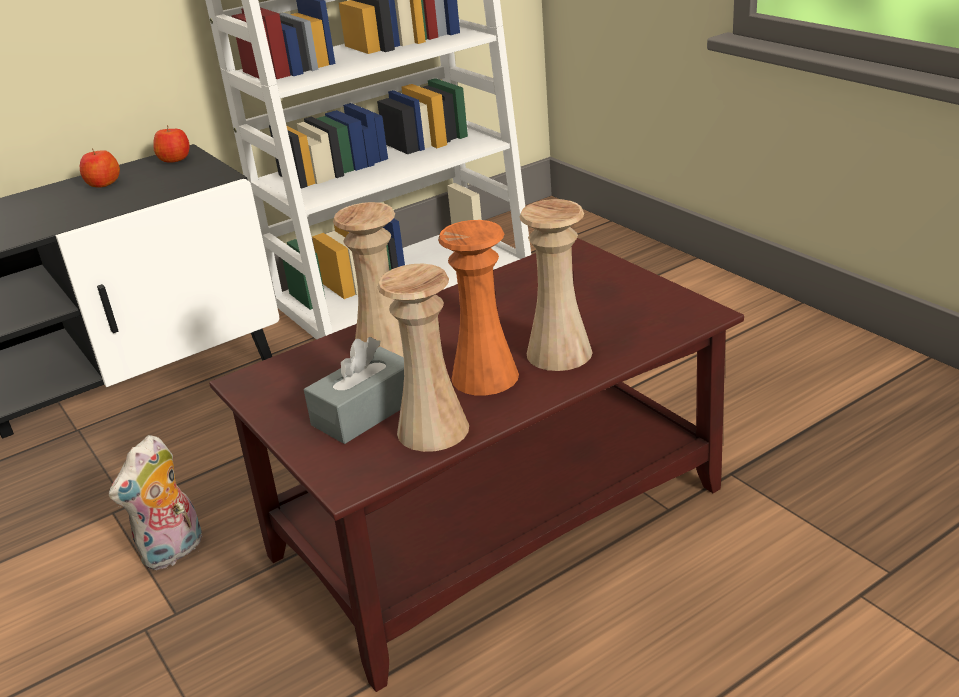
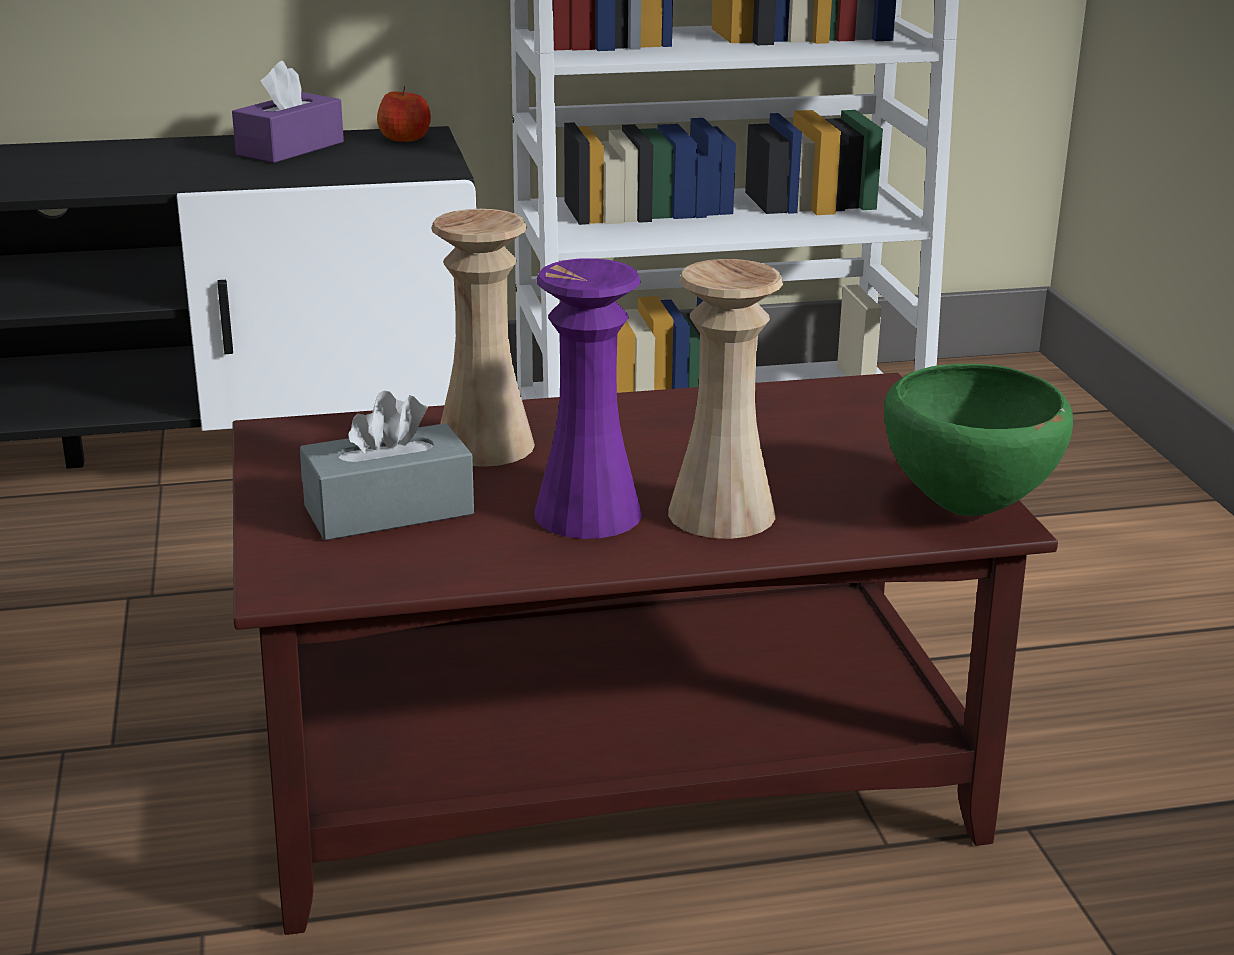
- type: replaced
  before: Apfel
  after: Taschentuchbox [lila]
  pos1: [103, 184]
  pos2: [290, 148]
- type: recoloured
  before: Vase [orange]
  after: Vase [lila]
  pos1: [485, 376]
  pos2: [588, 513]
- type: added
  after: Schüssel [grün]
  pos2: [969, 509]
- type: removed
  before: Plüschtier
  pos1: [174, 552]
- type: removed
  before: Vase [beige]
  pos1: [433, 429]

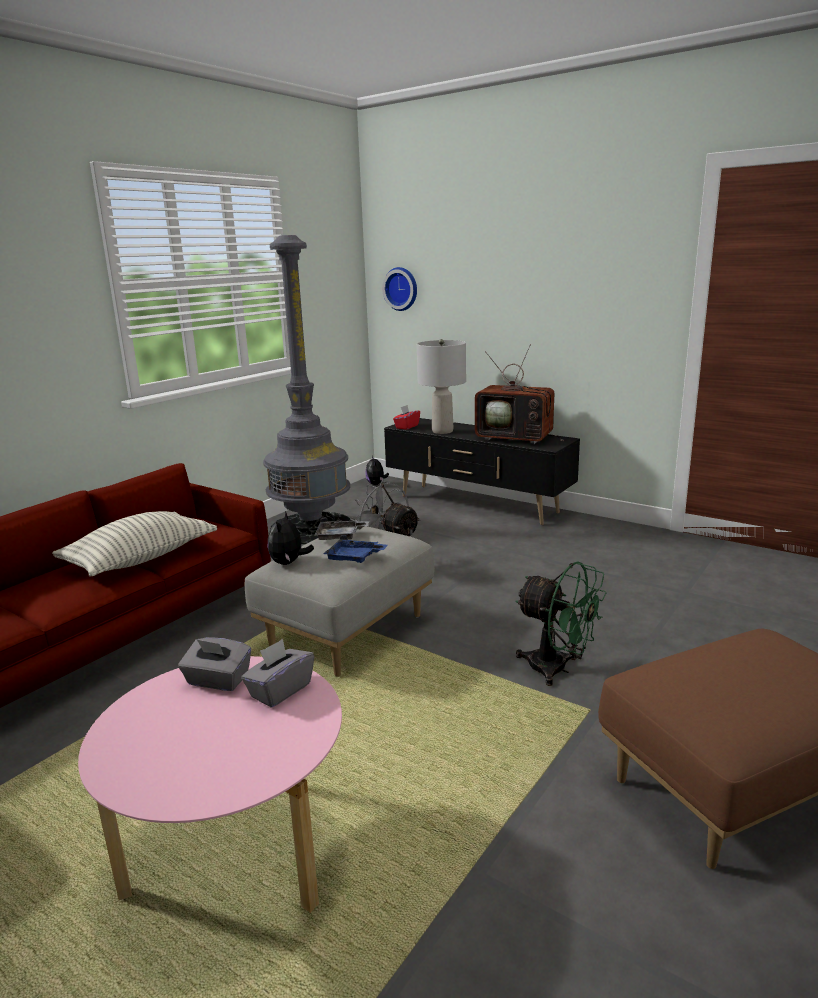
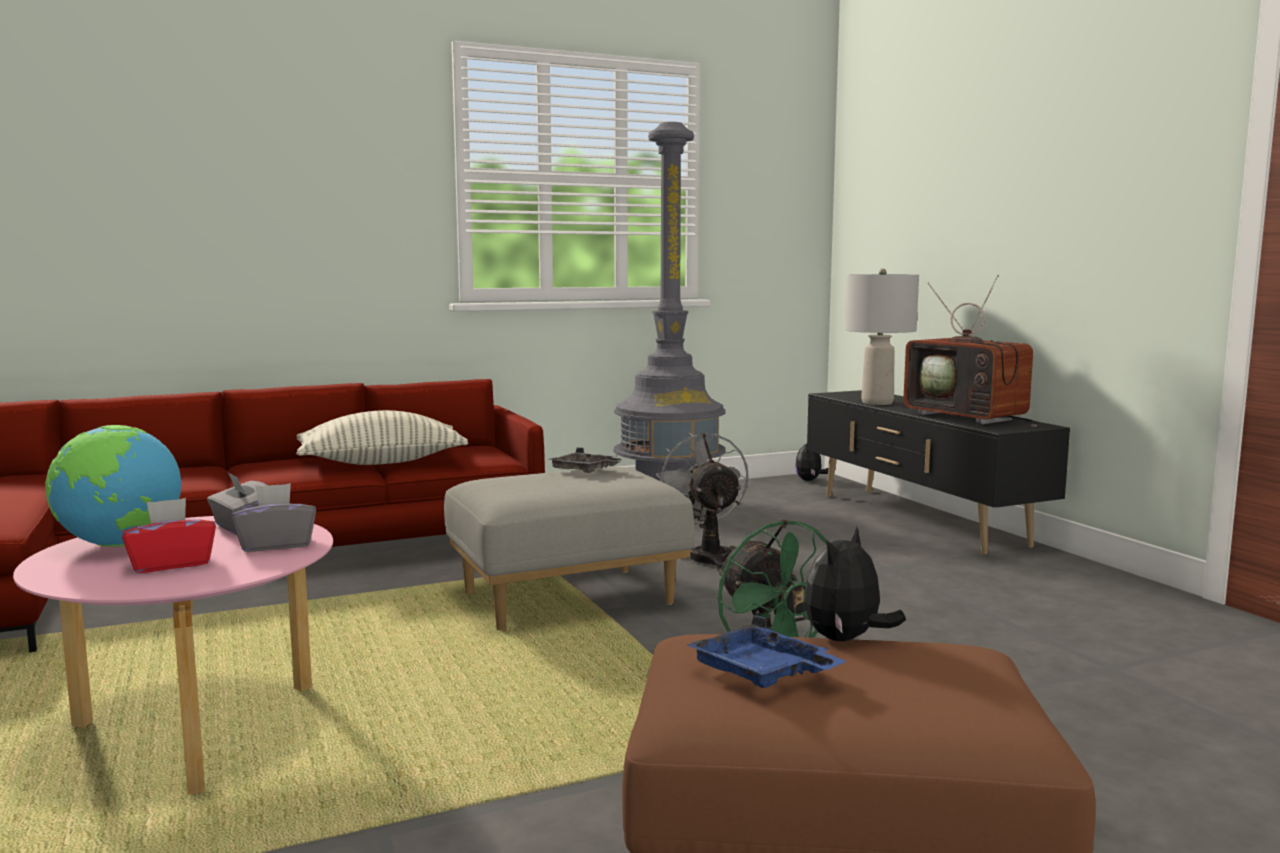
- type: added
  after: Globus
  pos2: [119, 544]
- type: moved
  before: Taschentuchbox [rot]
  pos1: [406, 427]
  pos2: [171, 564]
- type: moved
  before: Tablett [blau]
  pos1: [354, 558]
  pos2: [762, 674]
- type: moved
  before: Plüschtier
  pos1: [289, 563]
  pos2: [846, 640]
- type: removed
  before: Wanduhr
  pos1: [402, 289]

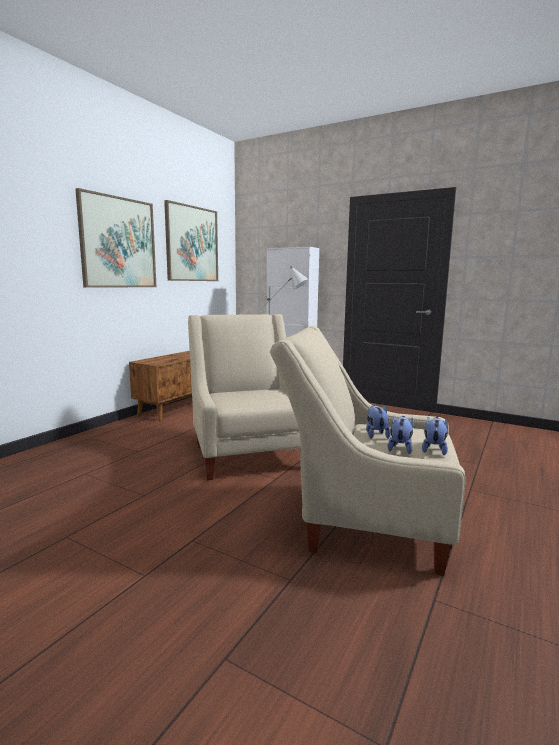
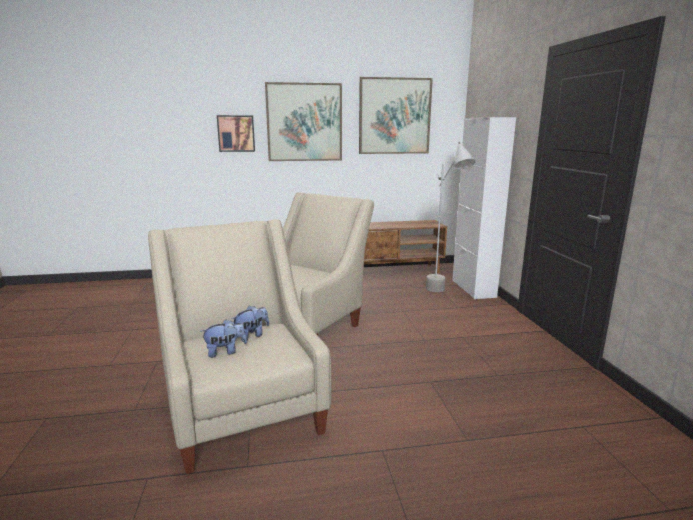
- type: added
  after: Bild
  pos2: [236, 133]
- type: removed
  before: Plüschtier
  pos1: [434, 449]

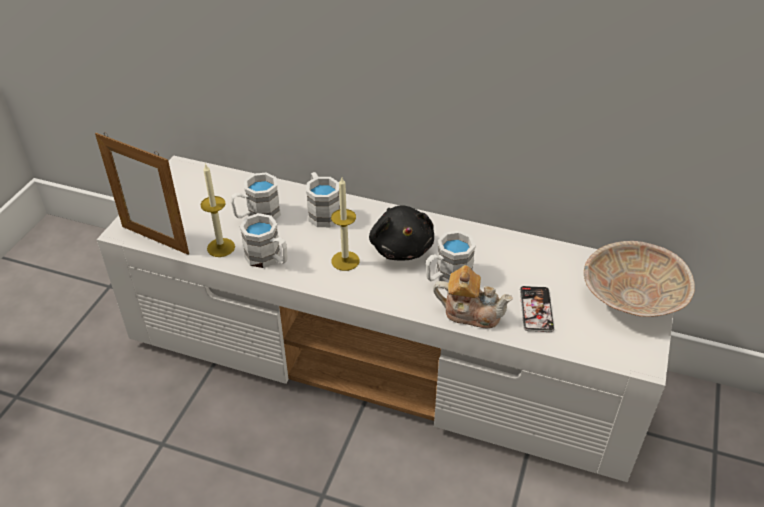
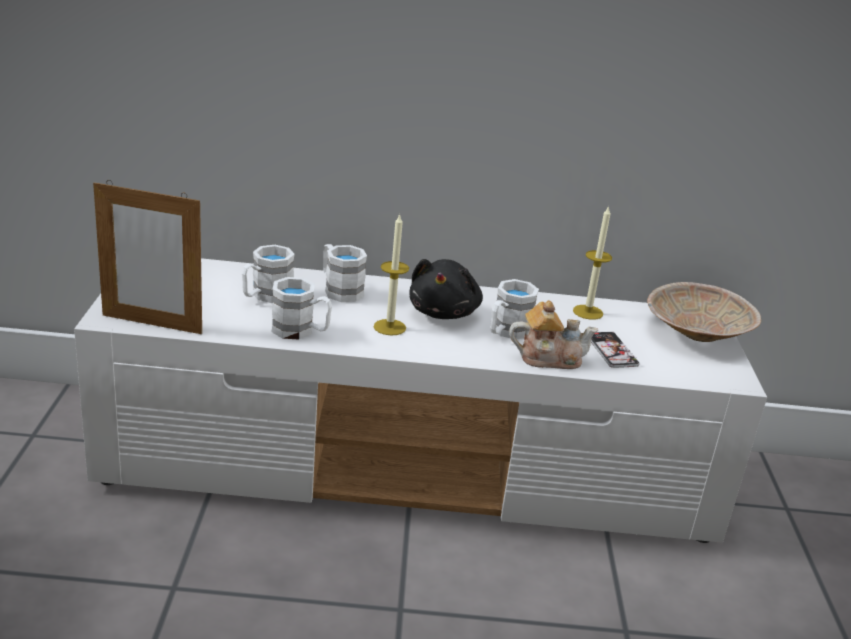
- type: turned
  before: Plüschtier [schwarz]
  pos1: [401, 247]
  pos2: [444, 312]
  turn: 45
- type: moved
  before: Kerze
  pos1: [221, 247]
  pos2: [588, 312]

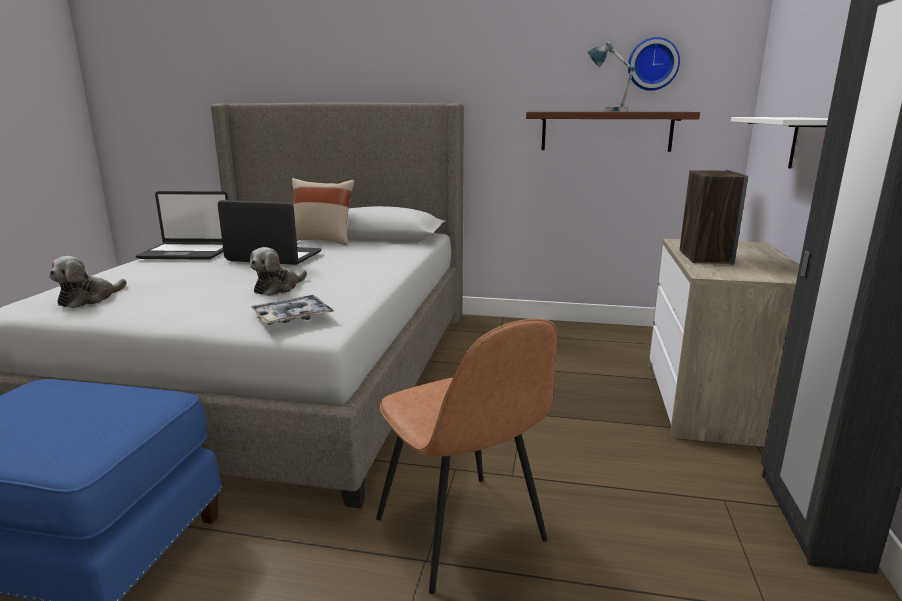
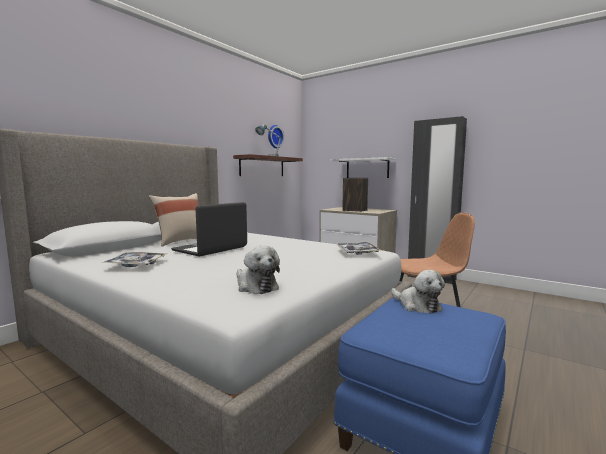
- type: replaced
  before: Laptop
  after: Tablett
  pos1: [187, 252]
  pos2: [136, 264]
- type: moved
  before: Plüschtier
  pos1: [278, 288]
  pos2: [417, 306]

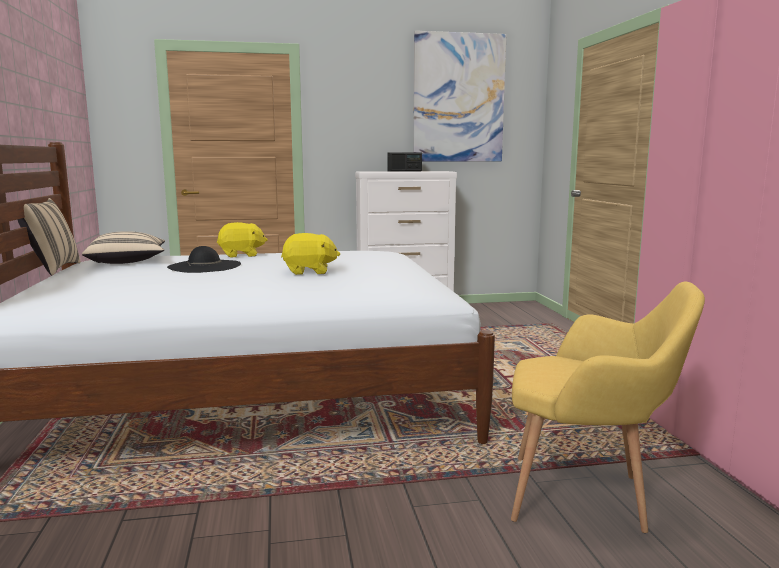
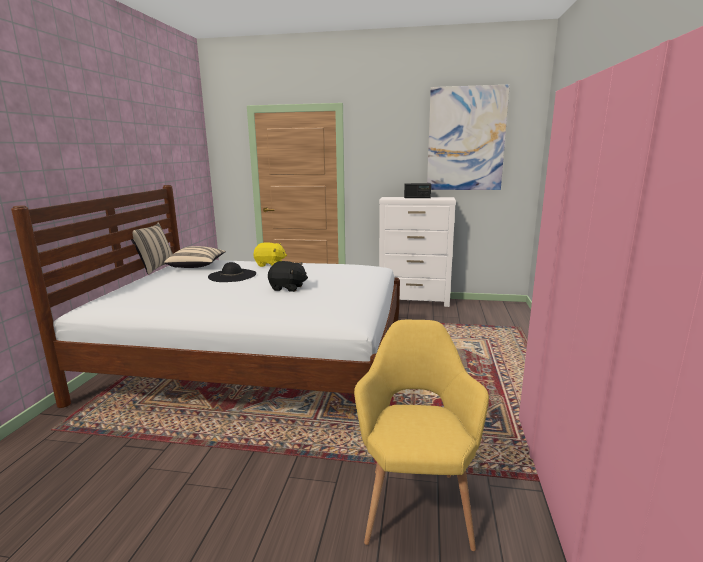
- type: recoloured
  before: Plüschtier [gelb]
  after: Plüschtier [schwarz]
  pos1: [309, 272]
  pos2: [287, 288]
- type: turned
  before: Sessel [gelb]
  pos1: [588, 497]
  pos2: [415, 500]
  turn: -120

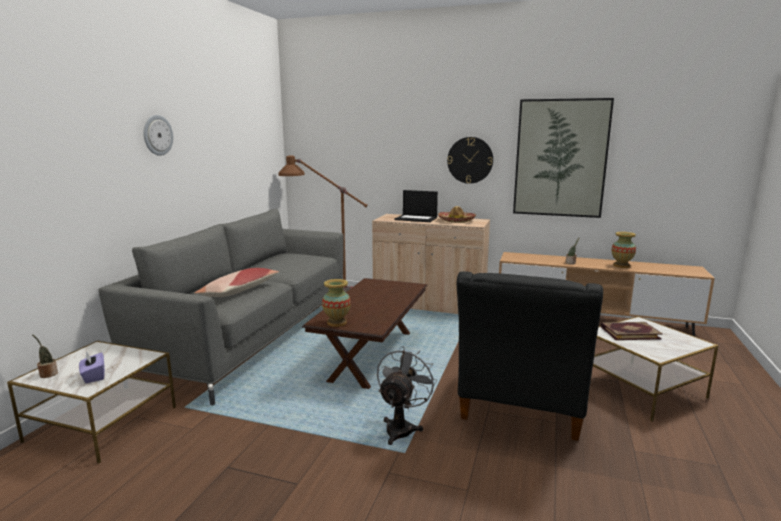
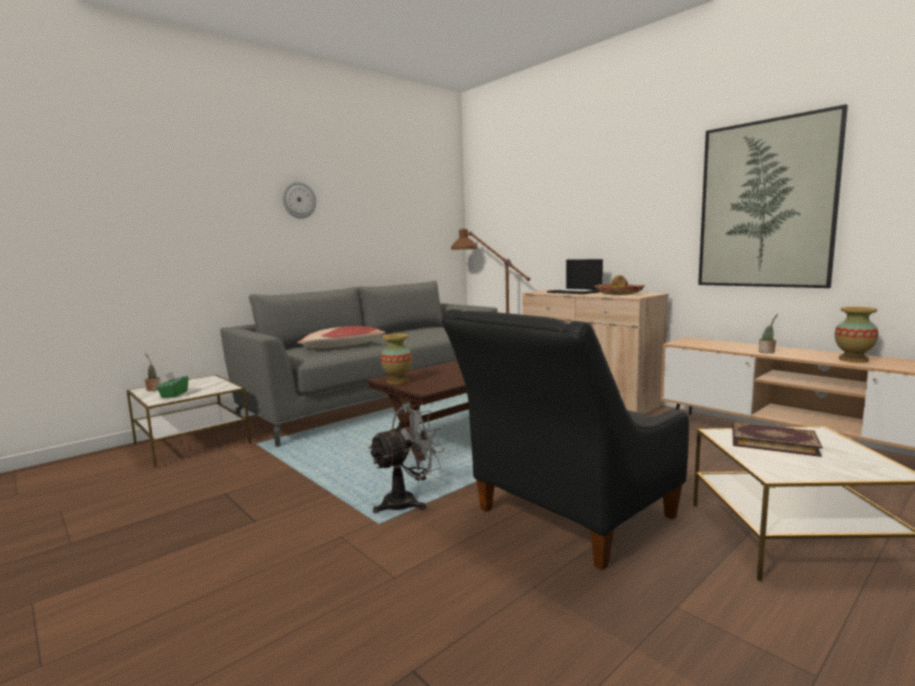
- type: recoloured
  before: Taschentuchbox [lila]
  after: Taschentuchbox [grün]
  pos1: [93, 376]
  pos2: [174, 394]
- type: removed
  before: Wanduhr
  pos1: [470, 160]

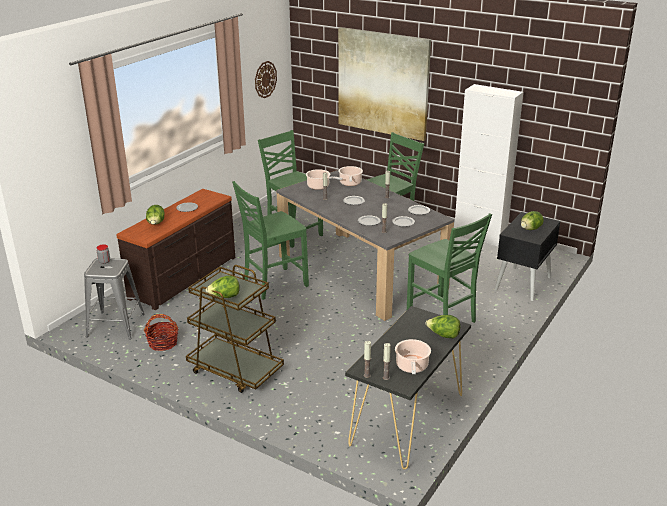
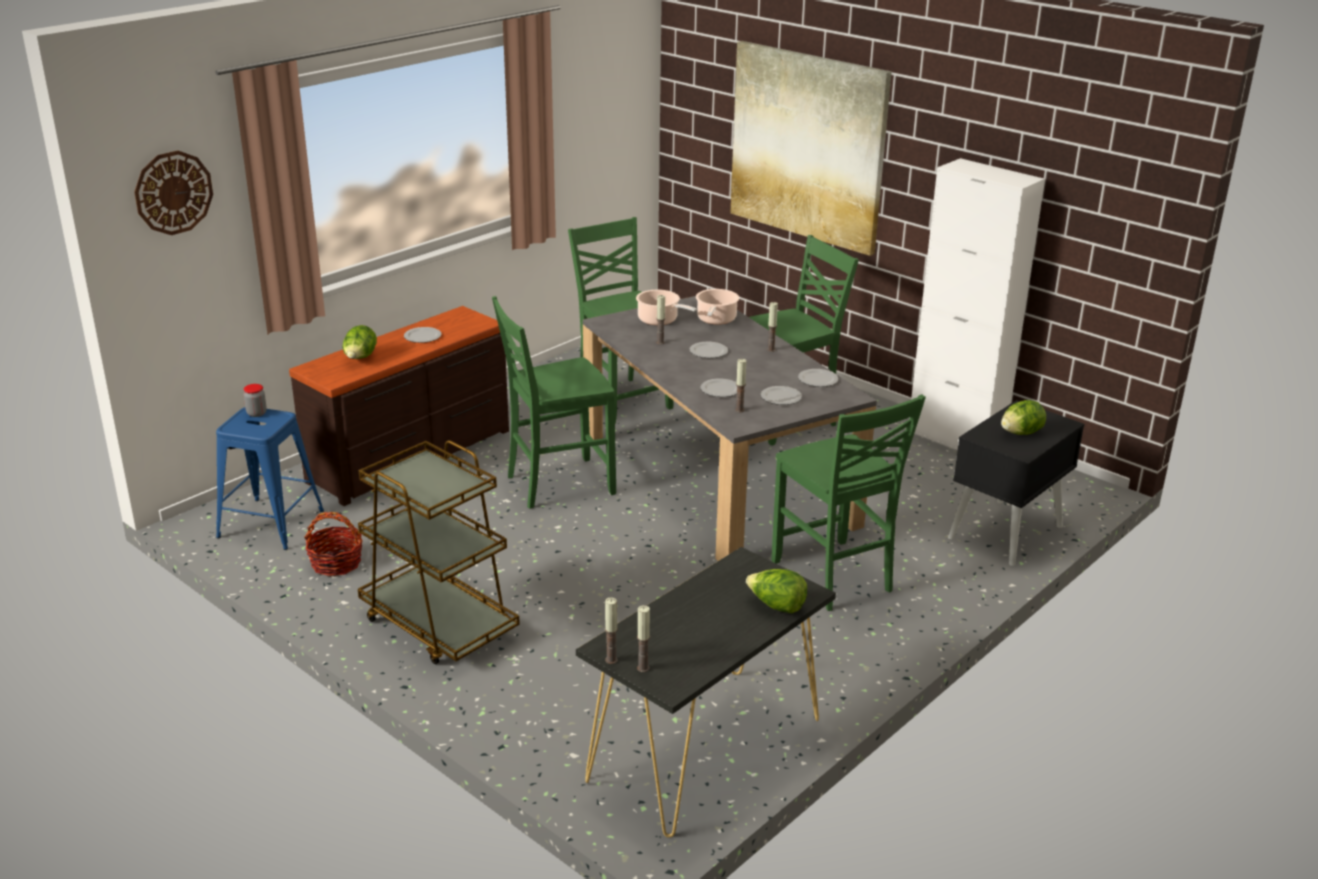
- type: moved
  before: Wanduhr
  pos1: [265, 79]
  pos2: [173, 192]
- type: recoloured
  before: Hocker [grau]
  after: Hocker [blau]
  pos1: [116, 325]
  pos2: [271, 524]
- type: removed
  before: Salatkopf
  pos1: [224, 297]
- type: removed
  before: Kochtopf
  pos1: [412, 367]

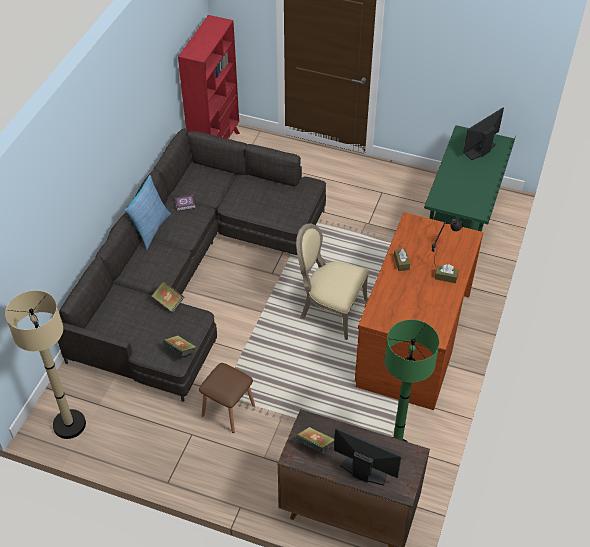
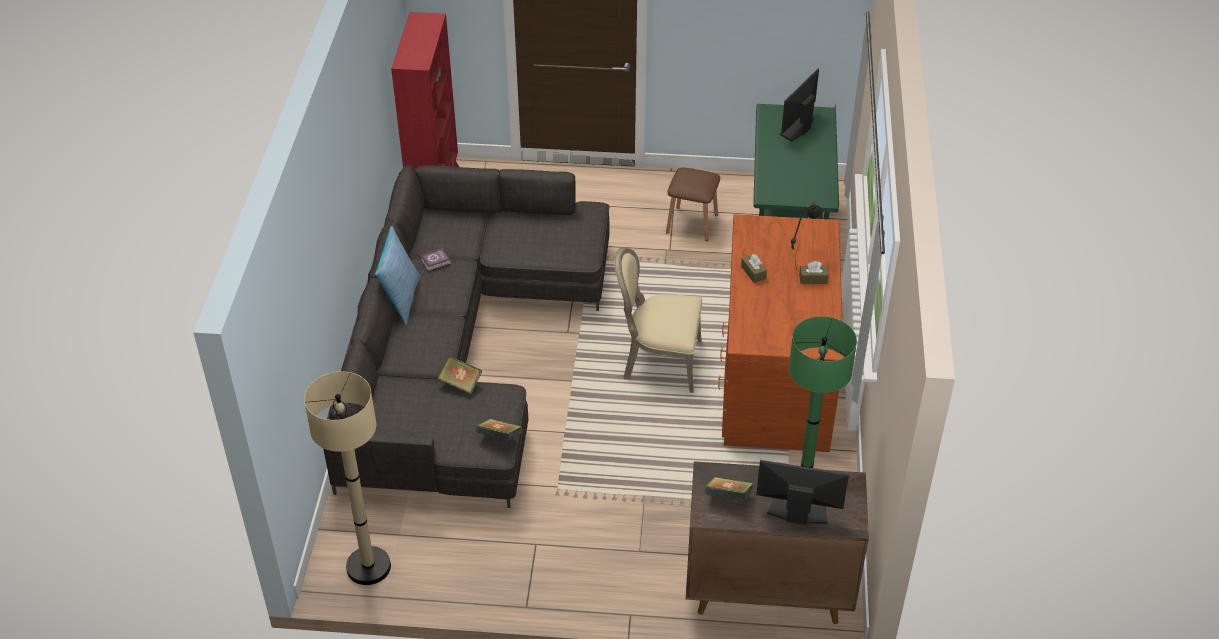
- type: moved
  before: Hocker [braun]
  pos1: [228, 410]
  pos2: [692, 223]

